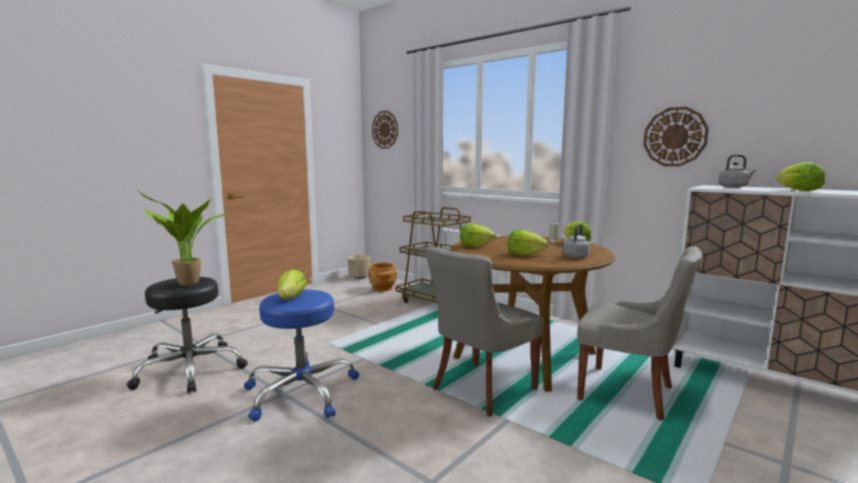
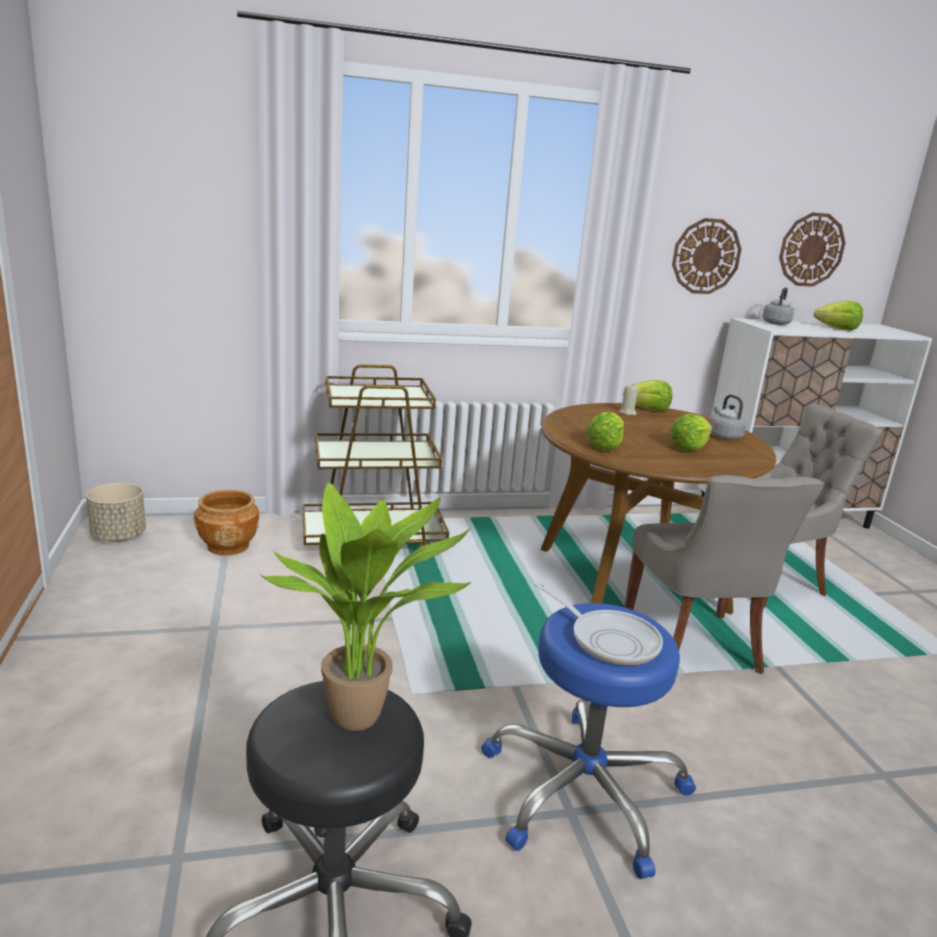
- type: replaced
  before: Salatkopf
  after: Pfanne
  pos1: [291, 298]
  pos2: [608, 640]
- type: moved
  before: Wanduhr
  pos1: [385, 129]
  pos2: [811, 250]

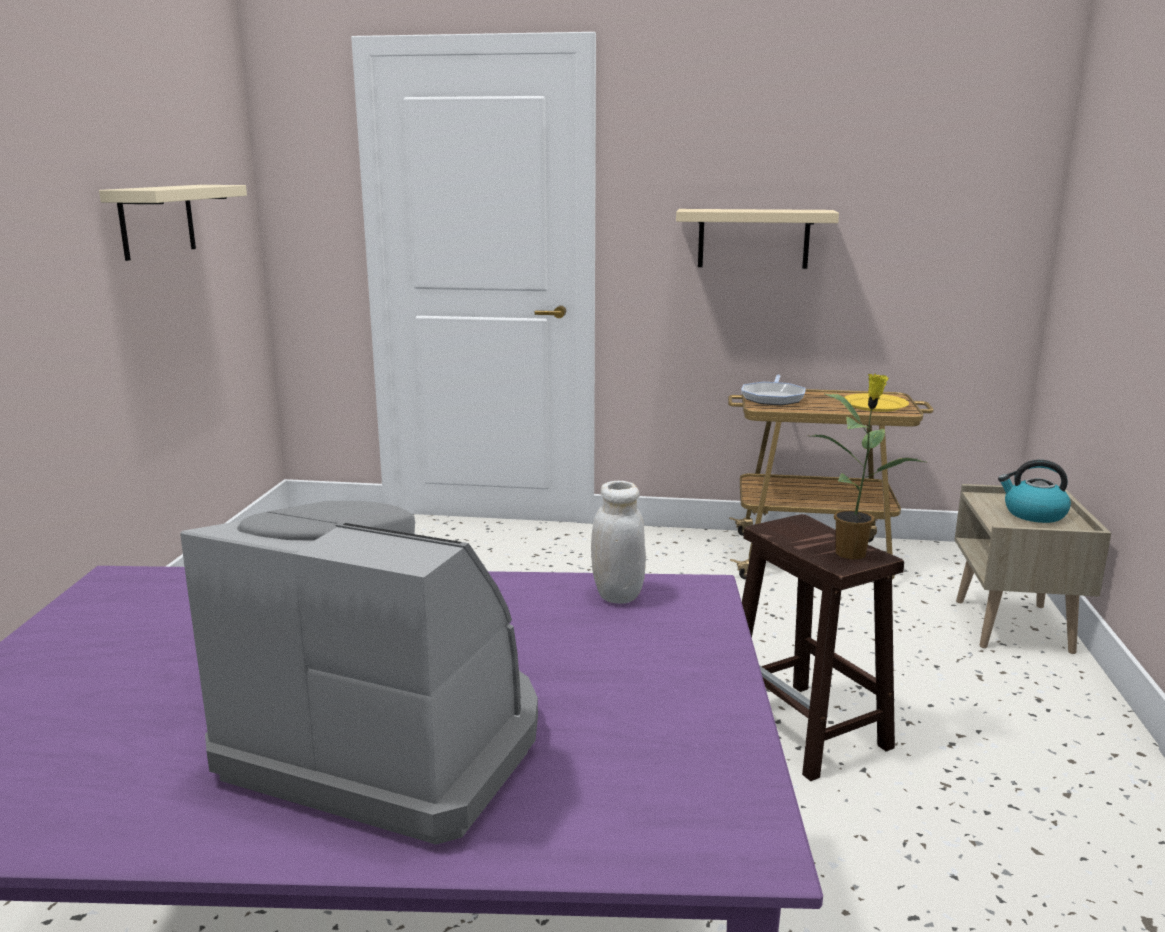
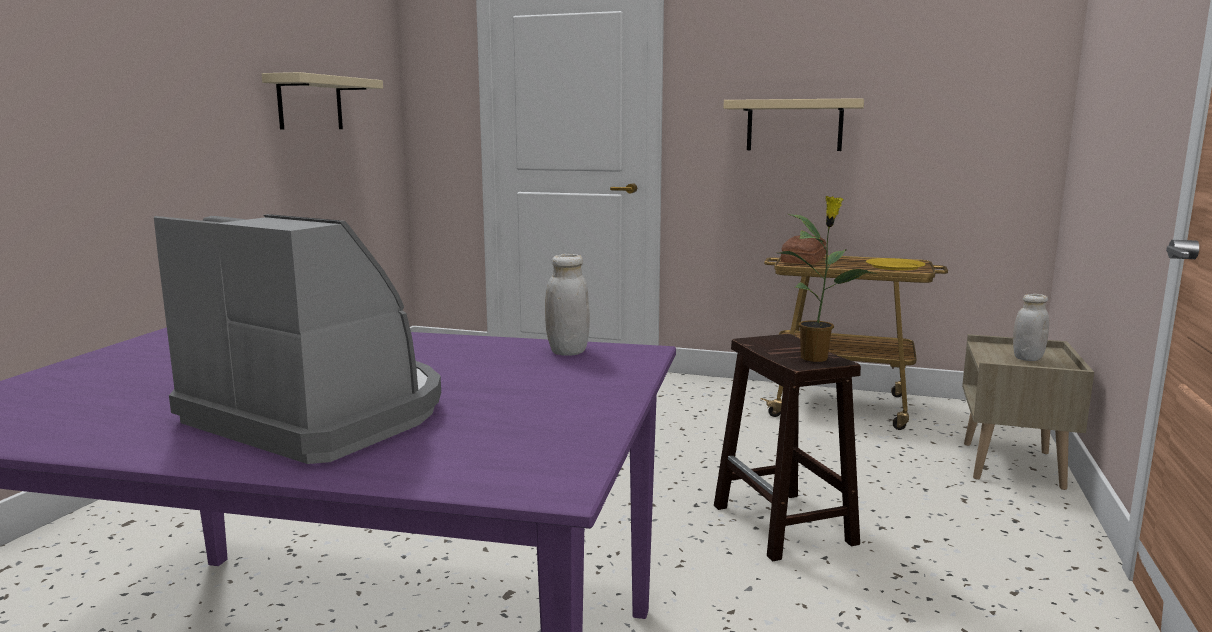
- type: replaced
  before: Pfanne
  after: Brot
  pos1: [773, 397]
  pos2: [805, 259]
- type: replaced
  before: Wasserkessel
  after: Vorratsglas [weiß]
  pos1: [1033, 514]
  pos2: [1027, 358]

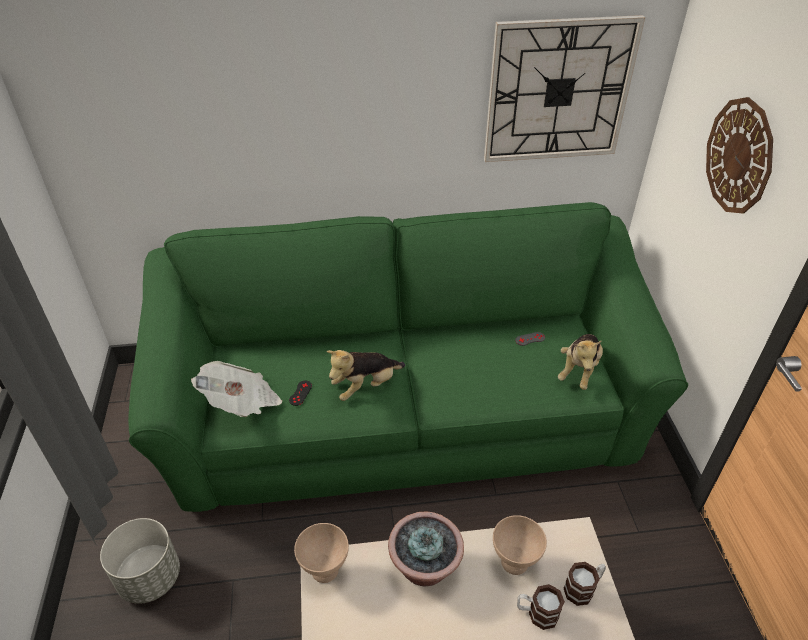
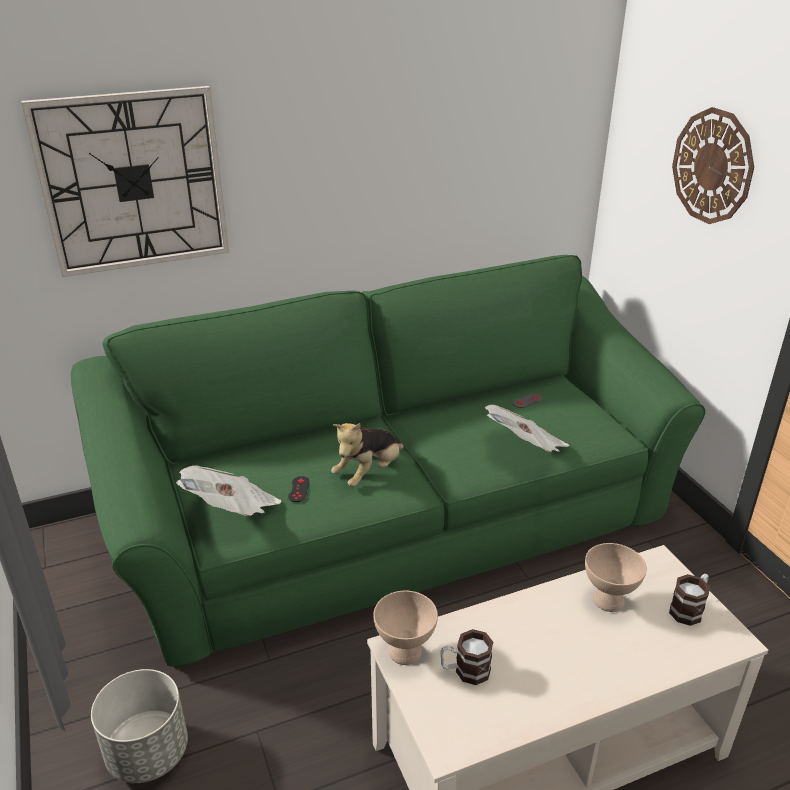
- type: moved
  before: Wanduhr
  pos1: [558, 91]
  pos2: [133, 182]
- type: moved
  before: Henkelbecher
  pos1: [537, 613]
  pos2: [465, 670]
- type: added
  after: Zeitung
  pos2: [525, 448]
- type: removed
  before: Topfpflanze
  pos1: [425, 567]
- type: removed
  before: Plüschtier
  pos1: [579, 371]

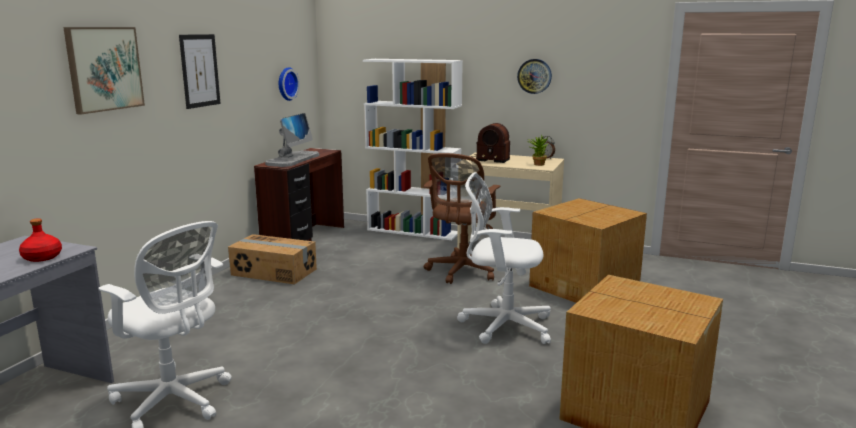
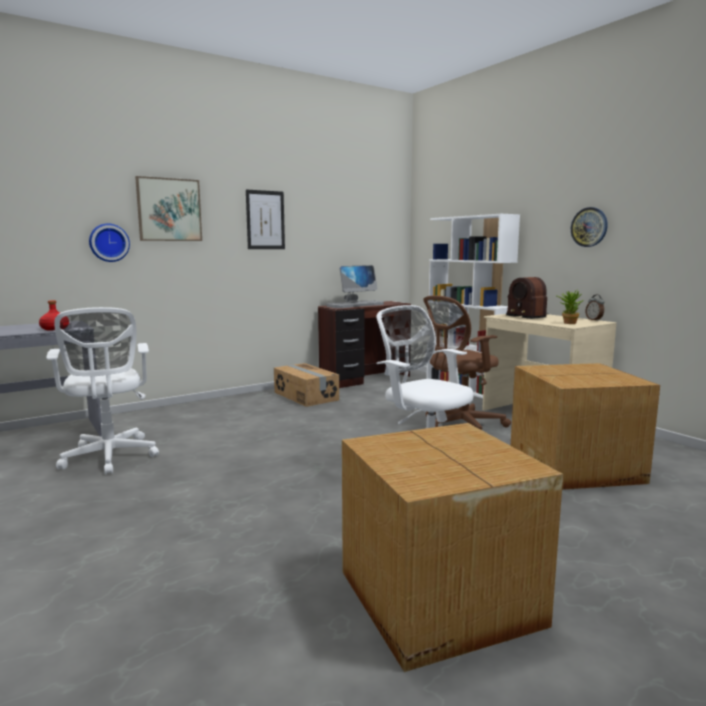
- type: moved
  before: Wanduhr
  pos1: [286, 84]
  pos2: [109, 242]

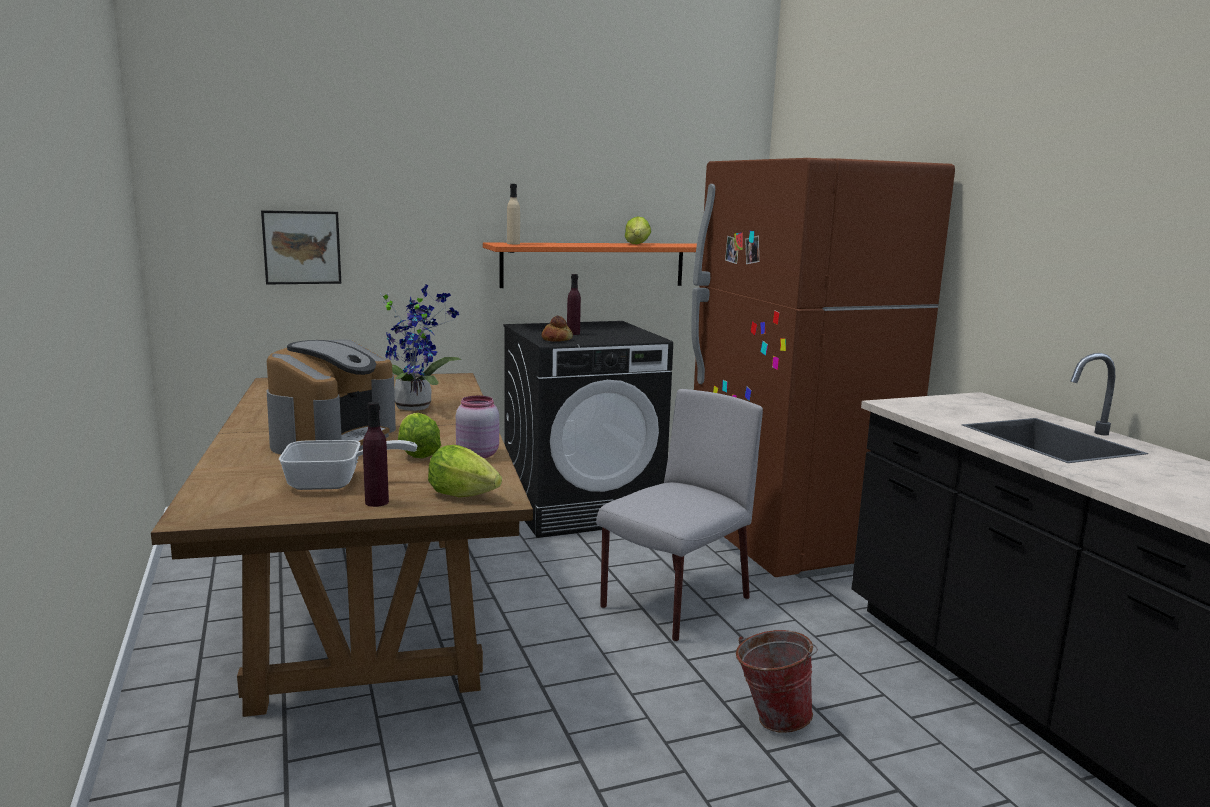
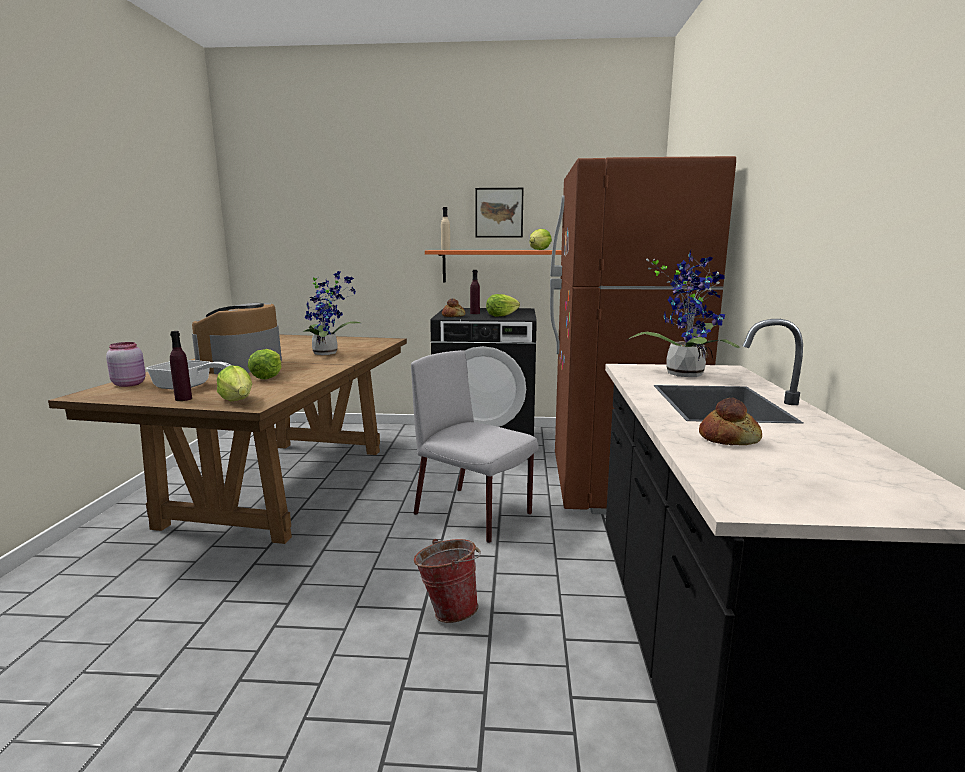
- type: moved
  before: Vorratsglas [rosa]
  pos1: [477, 454]
  pos2: [129, 384]
- type: turned
  before: Kaffeemaschine
  pos1: [333, 438]
  pos2: [242, 365]
  turn: 150
- type: turned
  before: Stuhl [grau]
  pos1: [674, 604]
  pos2: [474, 514]
  turn: -120
- type: moved
  before: Bild
  pos1: [302, 247]
  pos2: [499, 212]
- type: added
  after: Salatkopf
  pos2: [501, 316]
- type: added
  after: Topfpflanze
  pos2: [684, 373]
- type: added
  after: Brot
  pos2: [728, 438]

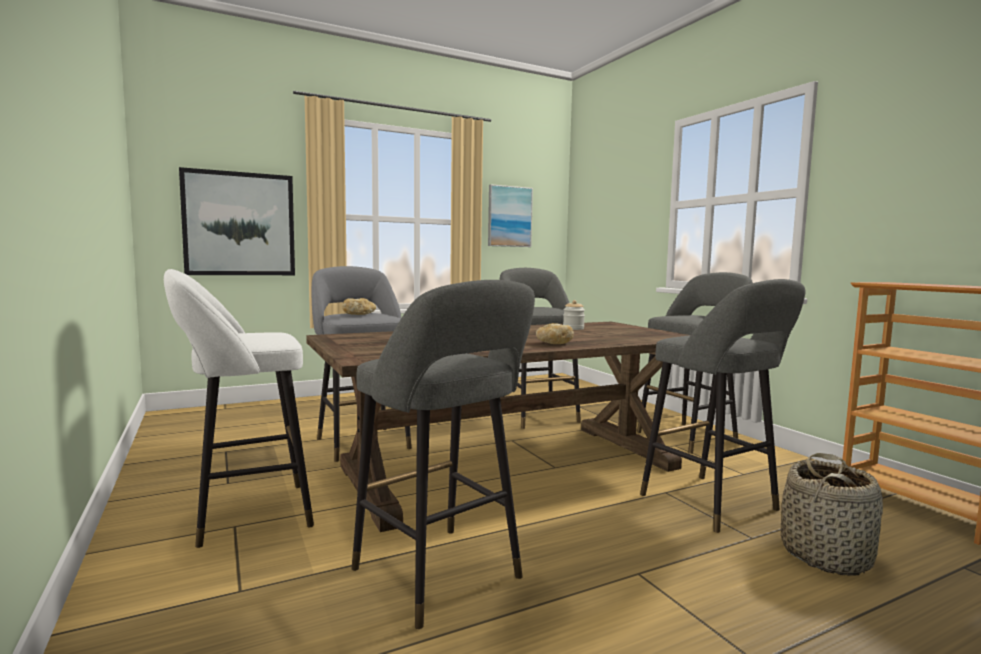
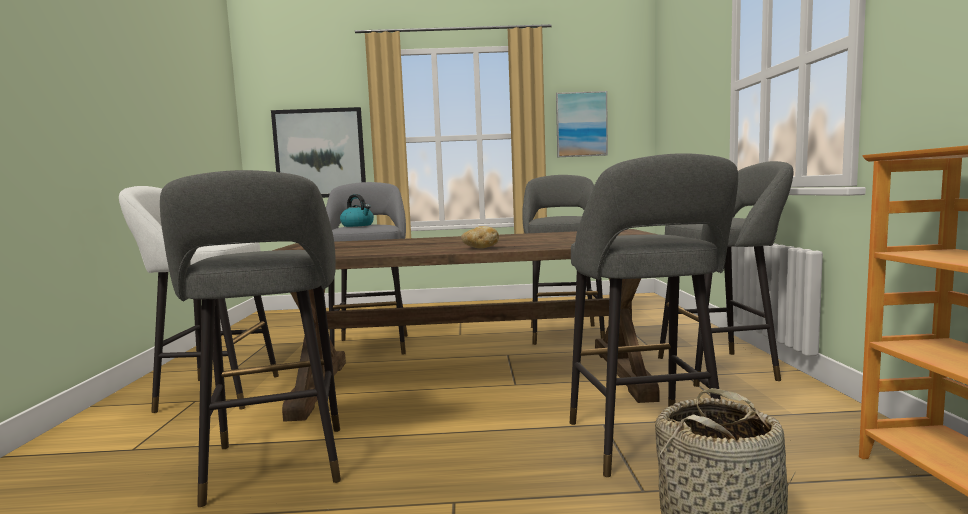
- type: replaced
  before: Brot
  after: Wasserkessel
  pos1: [359, 314]
  pos2: [358, 225]
- type: removed
  before: Vorratsglas
  pos1: [573, 328]

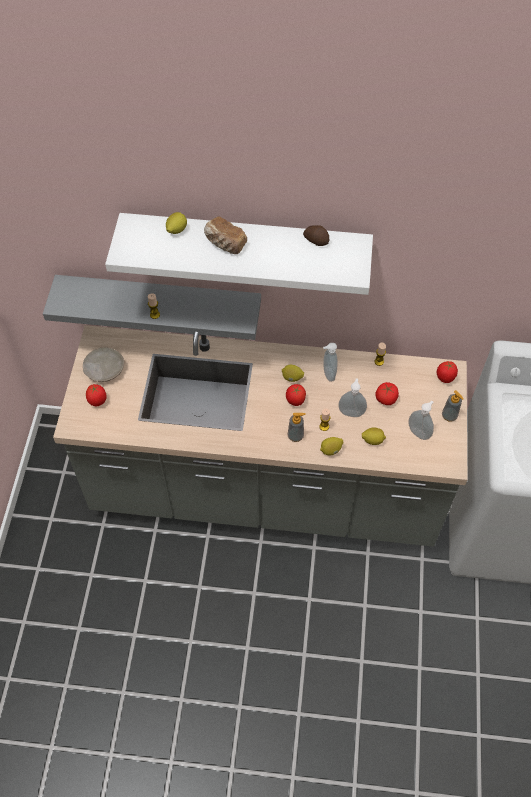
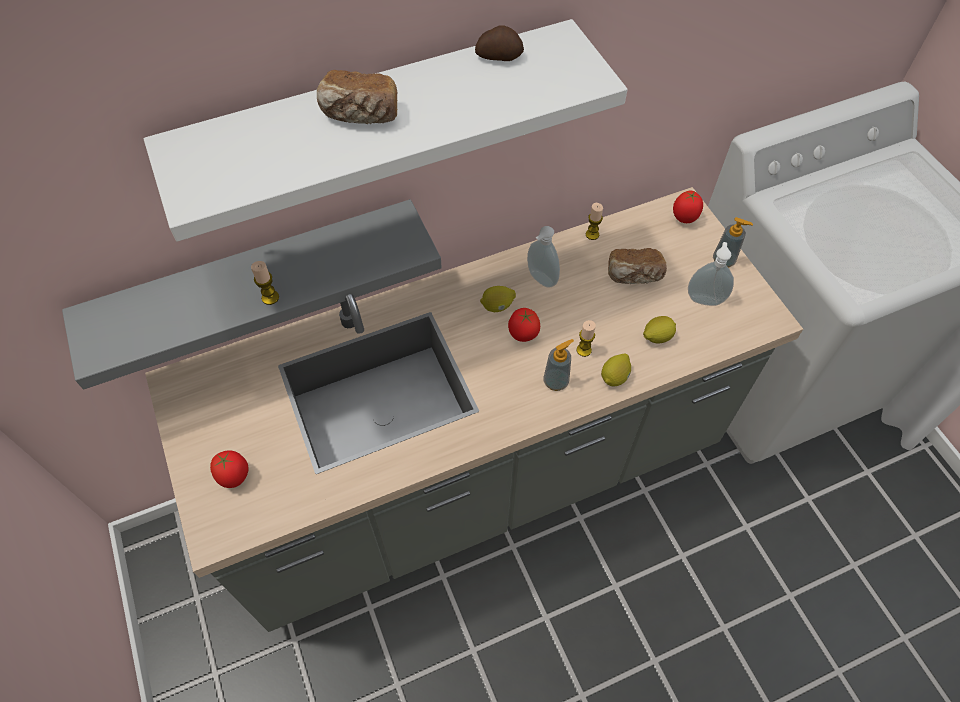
- type: replaced
  before: Tomate
  after: Brot
  pos1: [386, 398]
  pos2: [634, 276]
- type: removed
  before: Teller [beige]
  pos1: [104, 369]
- type: removed
  before: Zitrone
  pos1: [176, 230]
- type: removed
  before: Seifenspender
  pos1: [351, 412]

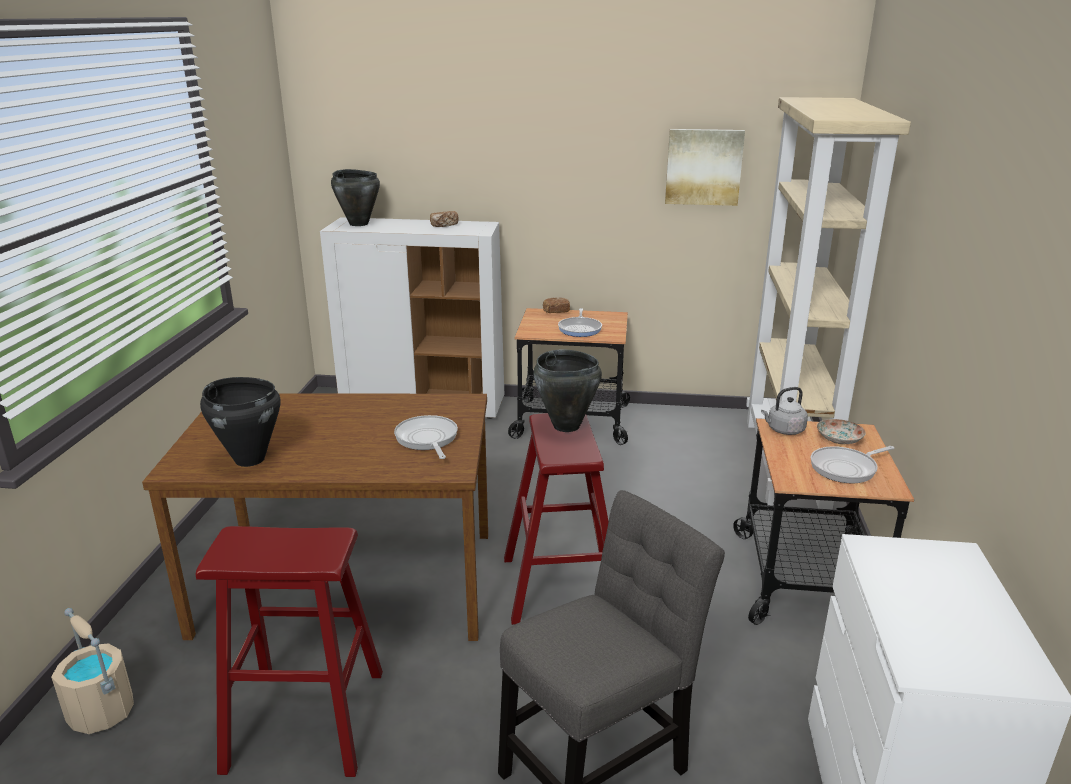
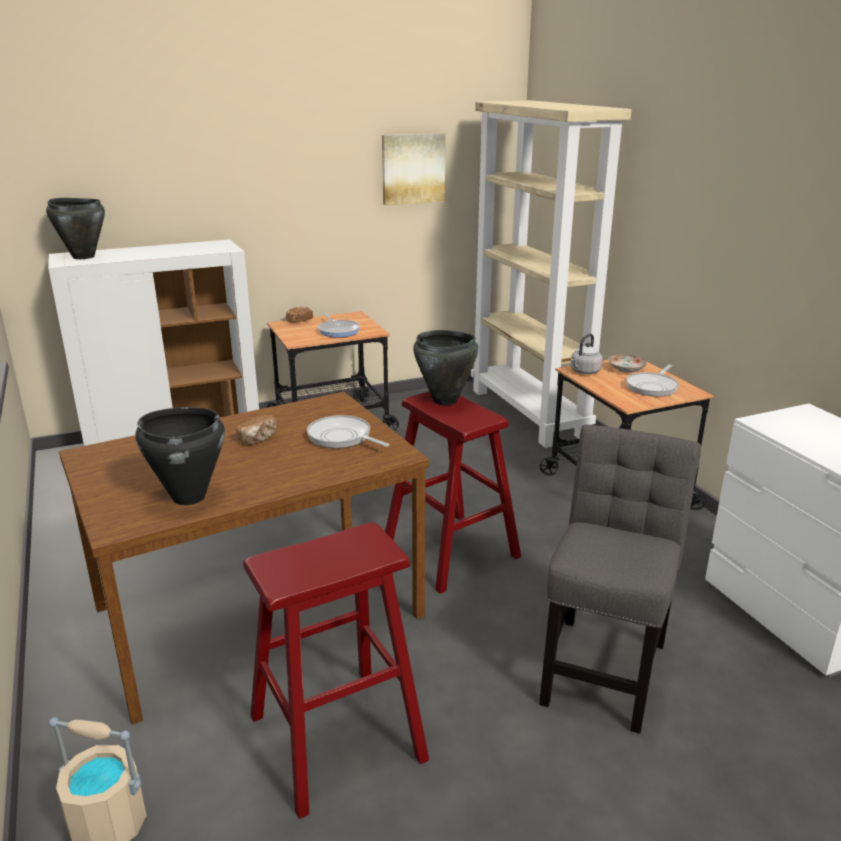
- type: moved
  before: Brot
  pos1: [444, 225]
  pos2: [258, 439]

